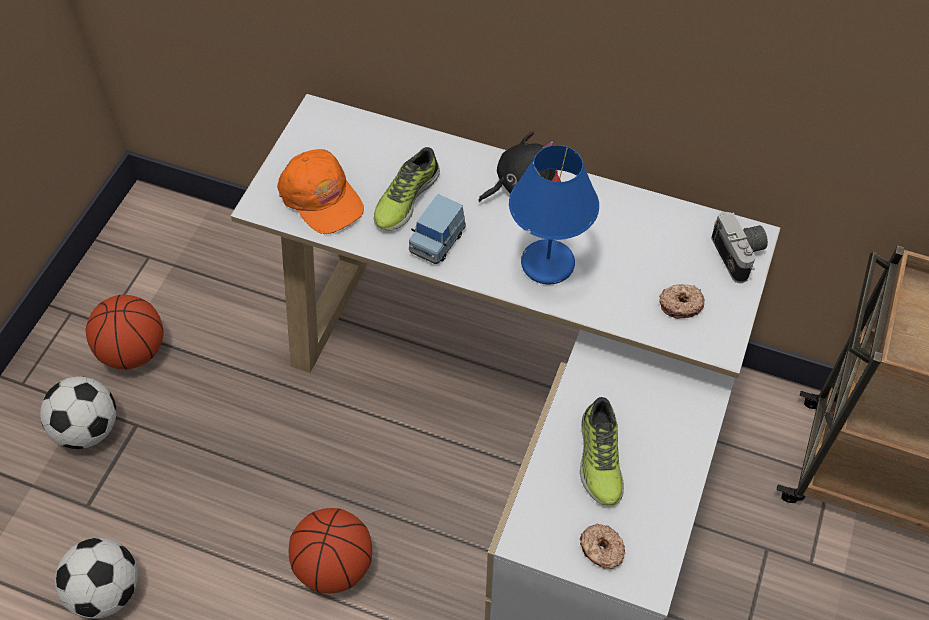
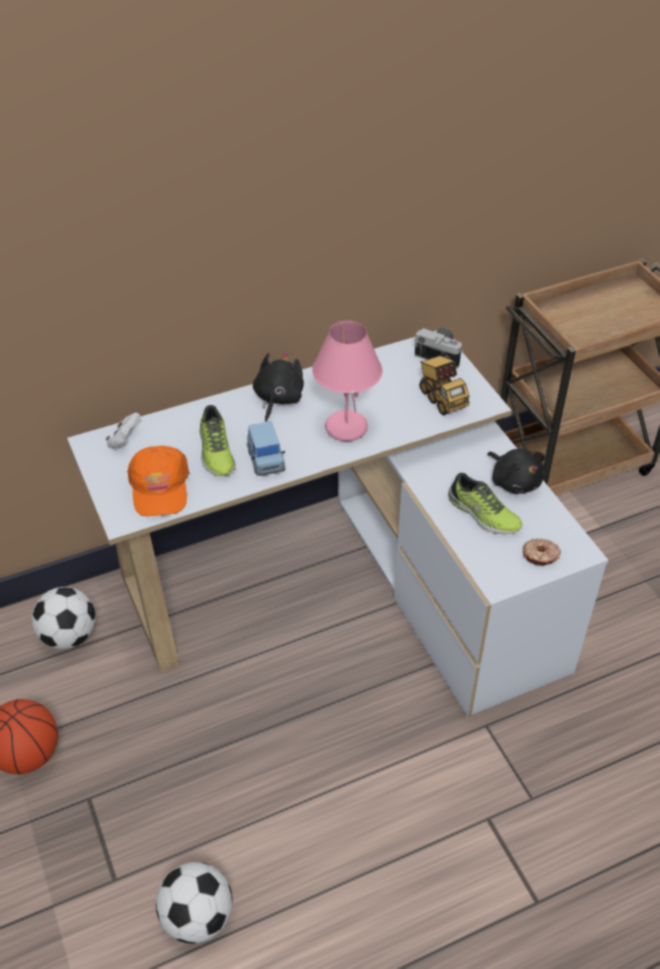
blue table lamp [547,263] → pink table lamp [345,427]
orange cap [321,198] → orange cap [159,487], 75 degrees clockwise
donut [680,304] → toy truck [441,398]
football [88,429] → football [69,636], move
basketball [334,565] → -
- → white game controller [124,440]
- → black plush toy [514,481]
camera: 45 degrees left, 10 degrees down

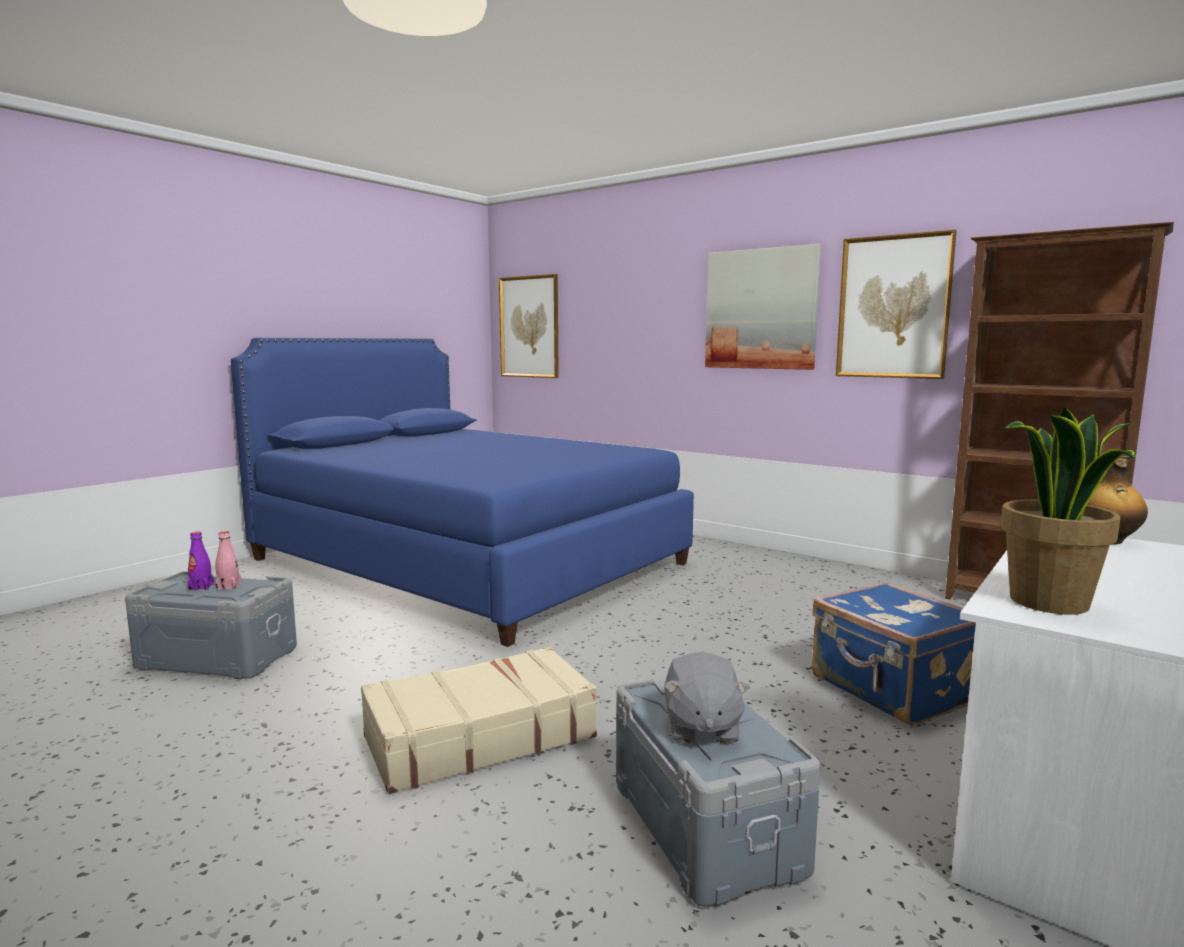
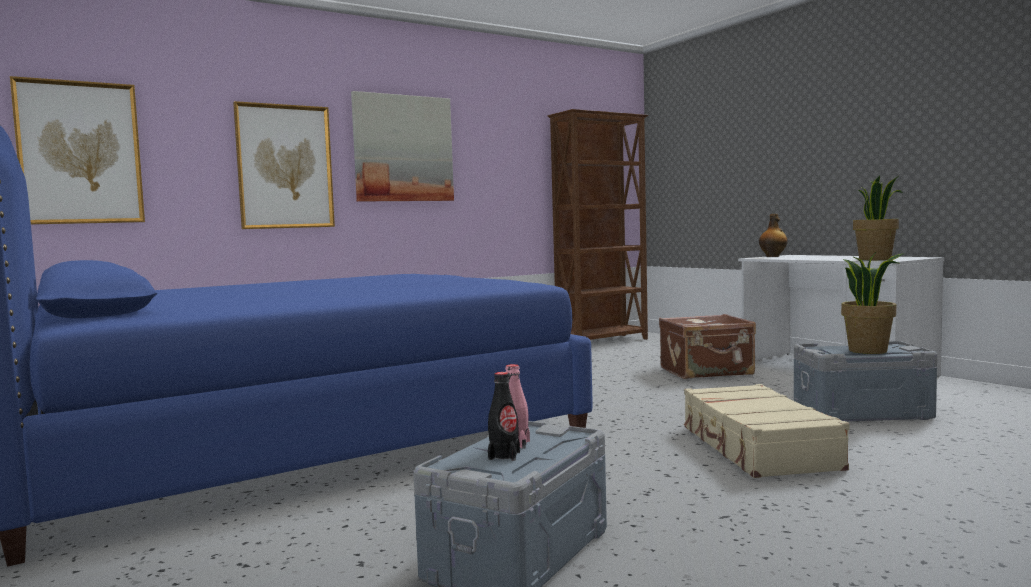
picture [893,307] → picture [285,167], move
purple bottle [201,587] → black bottle [504,456]
blue suitcase [893,690] → brown suitcase [707,372]
grey plush toy [701,728] → potted plant [868,351]
camera: 70 degrees left, 5 degrees down

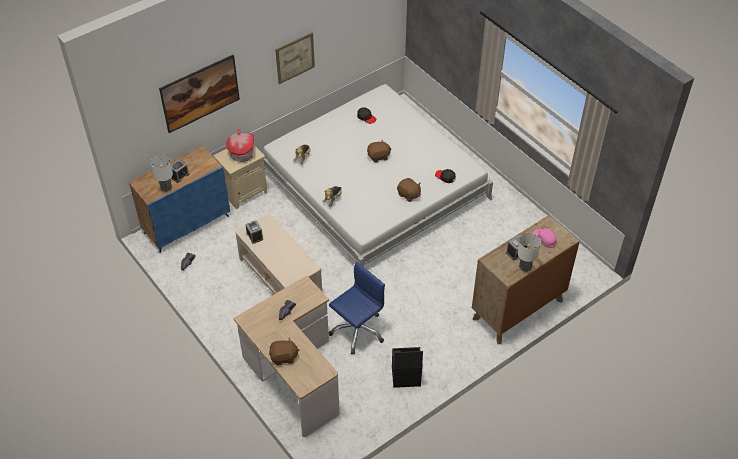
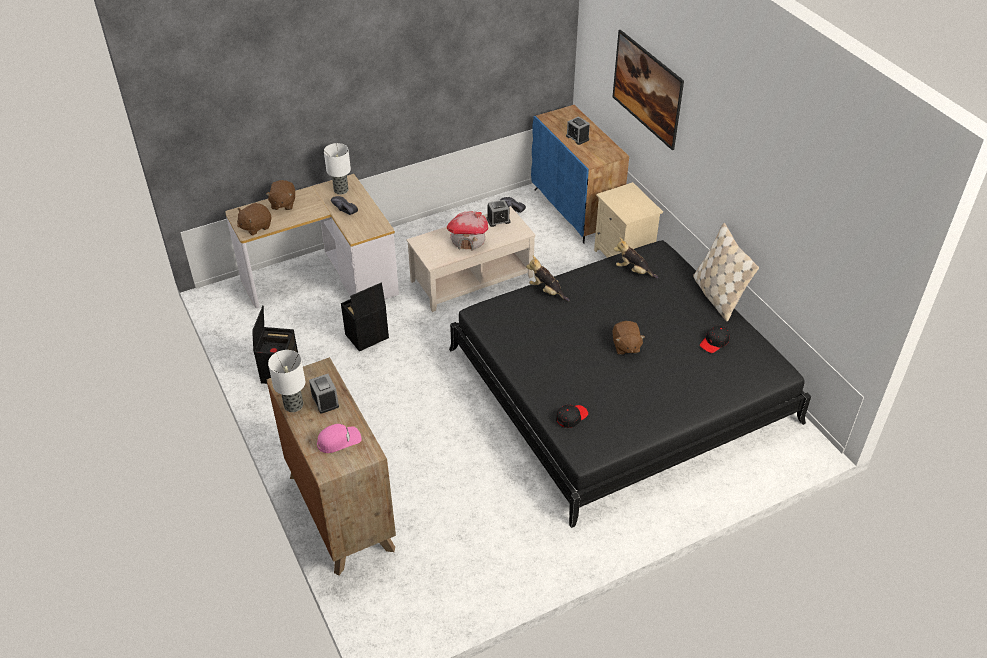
picture [295,57] → -
white bed [373,186] → black bed [620,385]
toy house [242,154] → toy house [468,241], move
table lamp [166,188] → table lamp [340,190], move
brown plush toy [408,195] → brown plush toy [255,227], move
blue office chair [357,330] → black storage box [366,337]
- → beige pillow [717,296]
camera: 100 degrees right, 5 degrees down

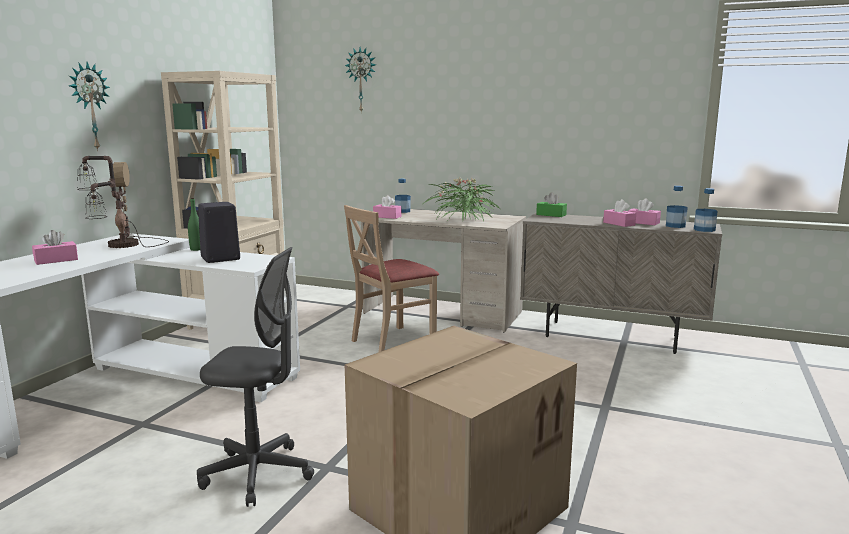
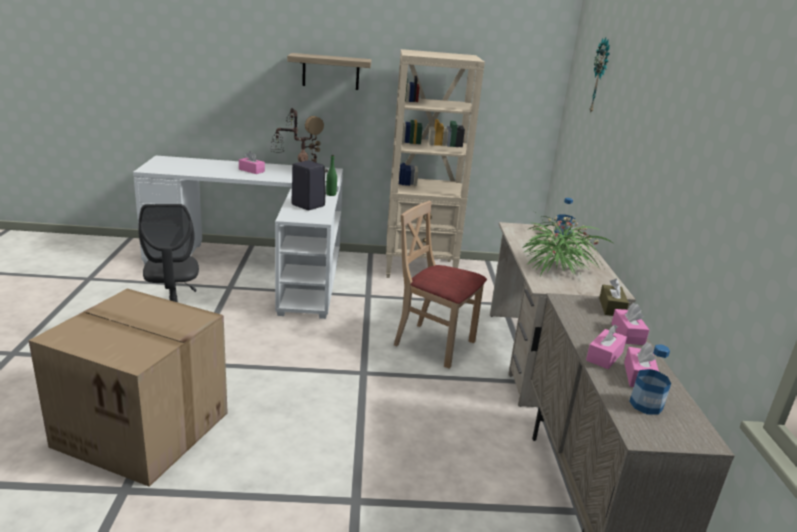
wall clock [89,106] → shelf [331,72]
bottle [704,230] → -
green tissue box [551,215] → brown tissue box [611,307]
pink tissue box [387,217] → pink tissue box [627,334], move
camera: 65 degrees right, 10 degrees up

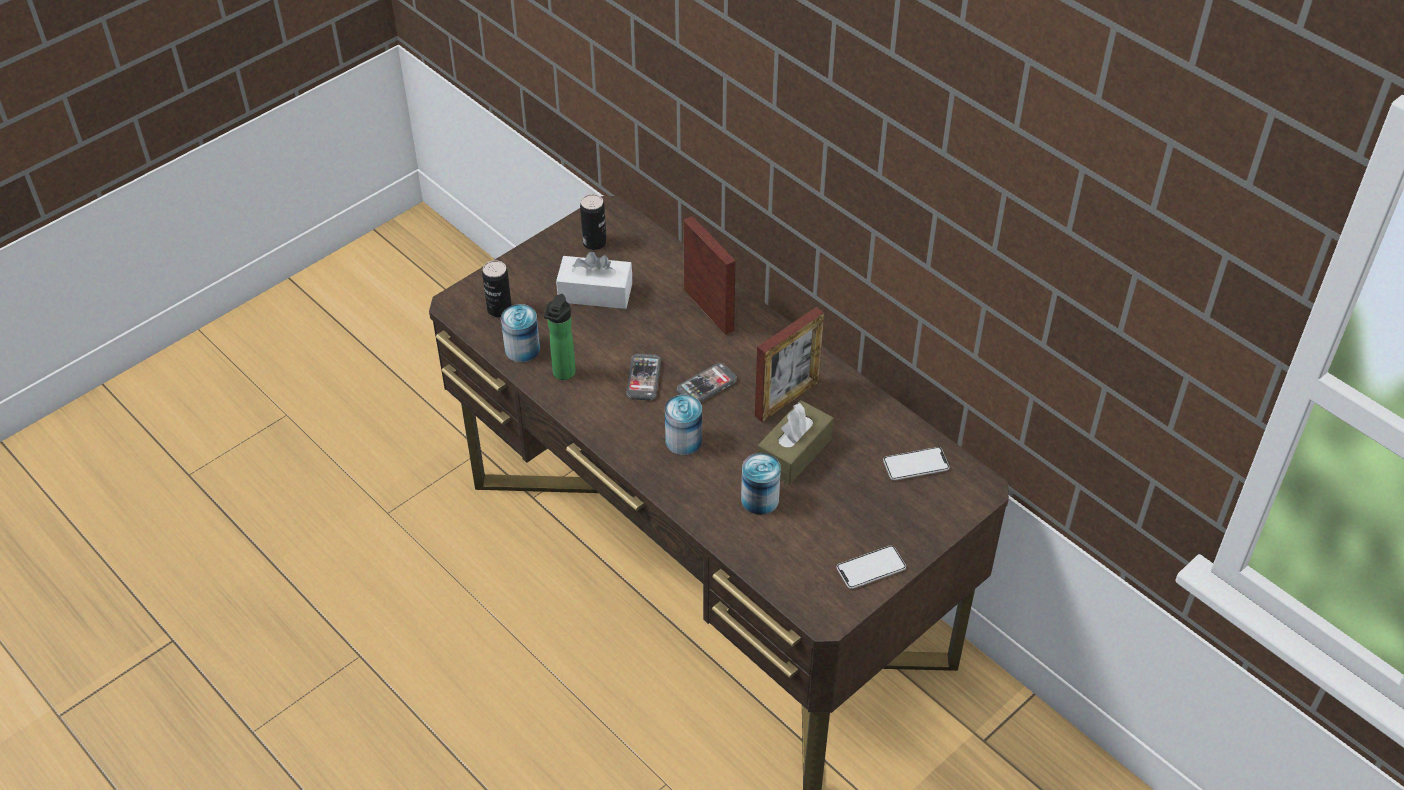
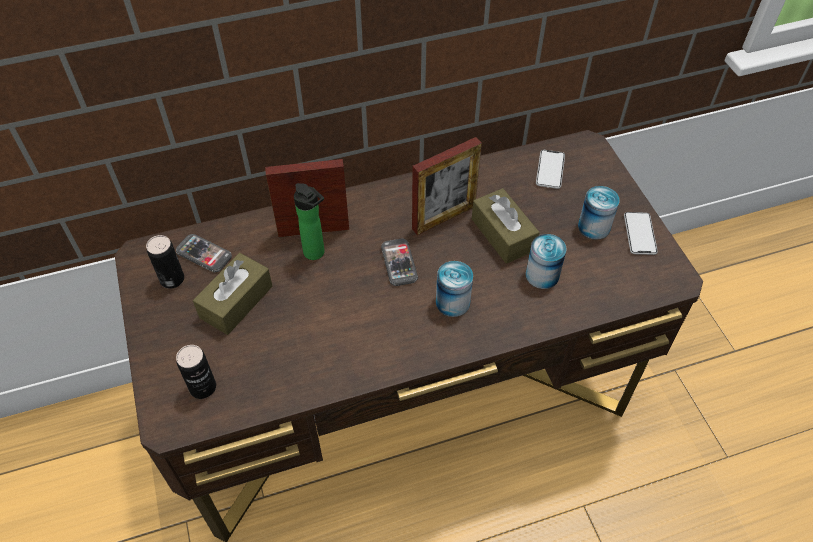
white tissue box [595,293] → brown tissue box [236,302]
bottle [562,374] → bottle [316,254], move
can [522,349] → can [594,227], move
picture frame [787,399] → picture frame [443,217], 75 degrees clockwise
phone [643,378] → phone [204,254], move
camera: 65 degrees left, 5 degrees up

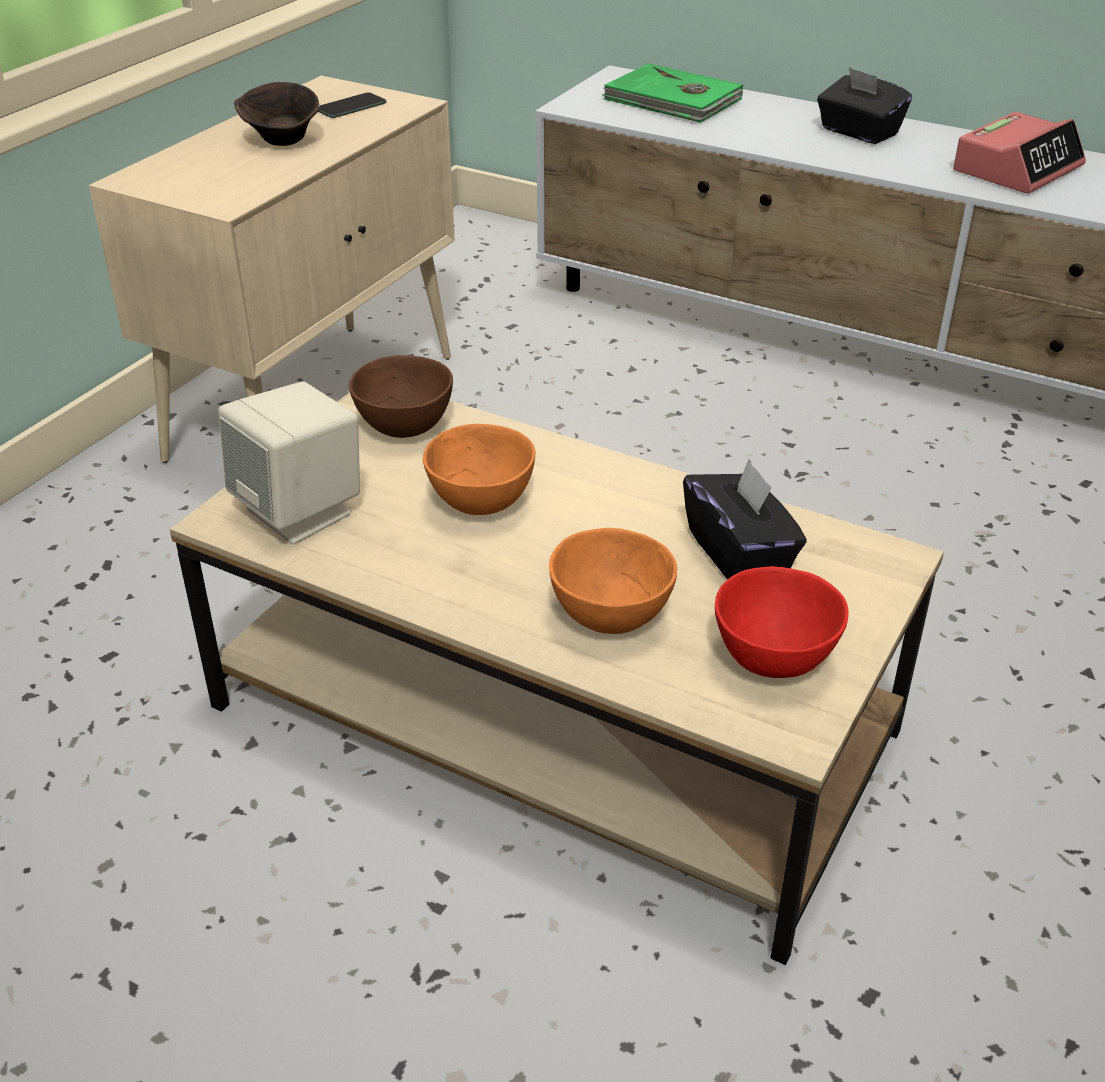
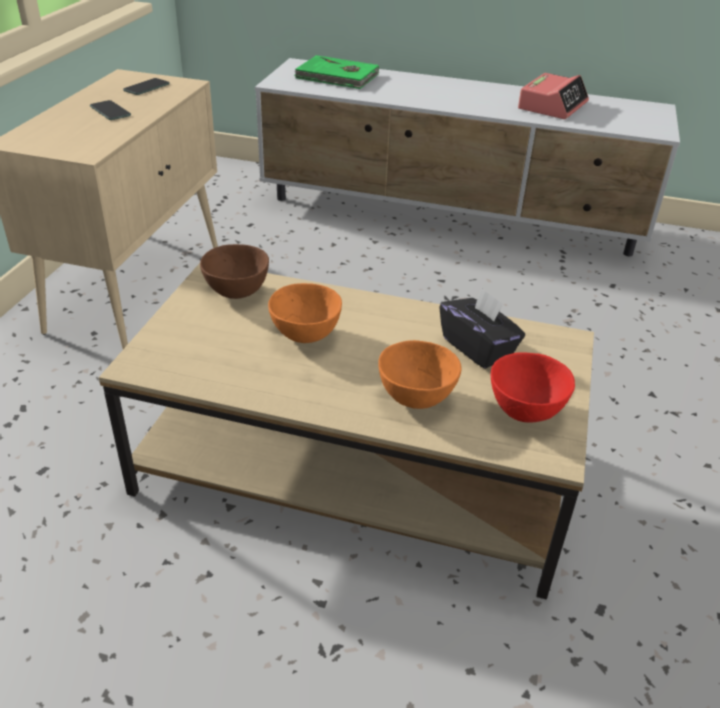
black tissue box [858,132] → -
brown bowl [284,141] → phone [110,111]
beige speaker [300,512] → -
camera: 15 degrees left, 0 degrees up

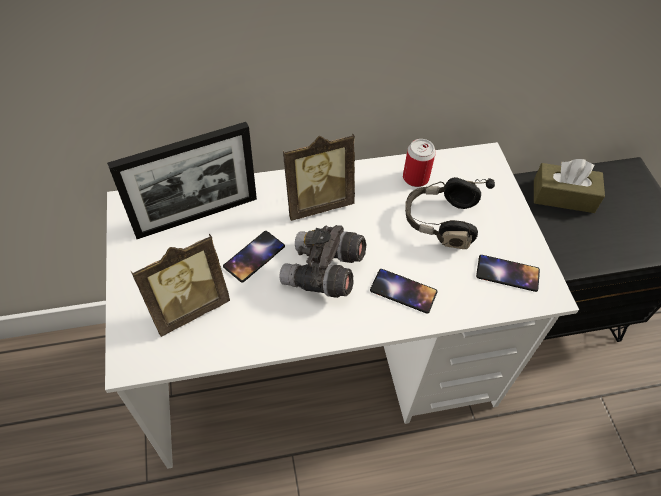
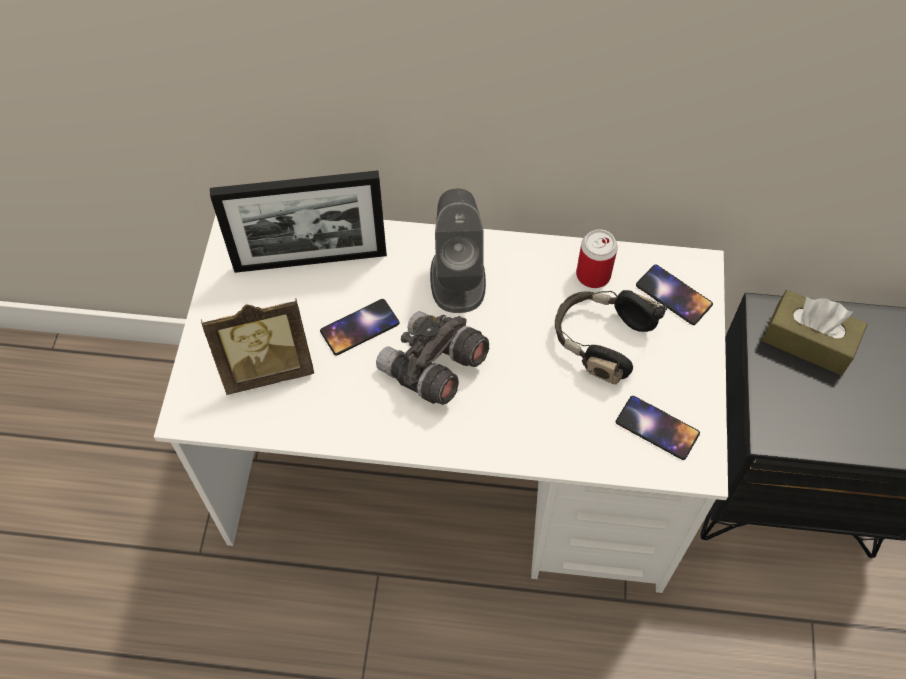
picture frame [317,202] → grey speaker [457,278]
phone [403,291] → phone [673,295], move
camera: 20 degrees right, 5 degrees up

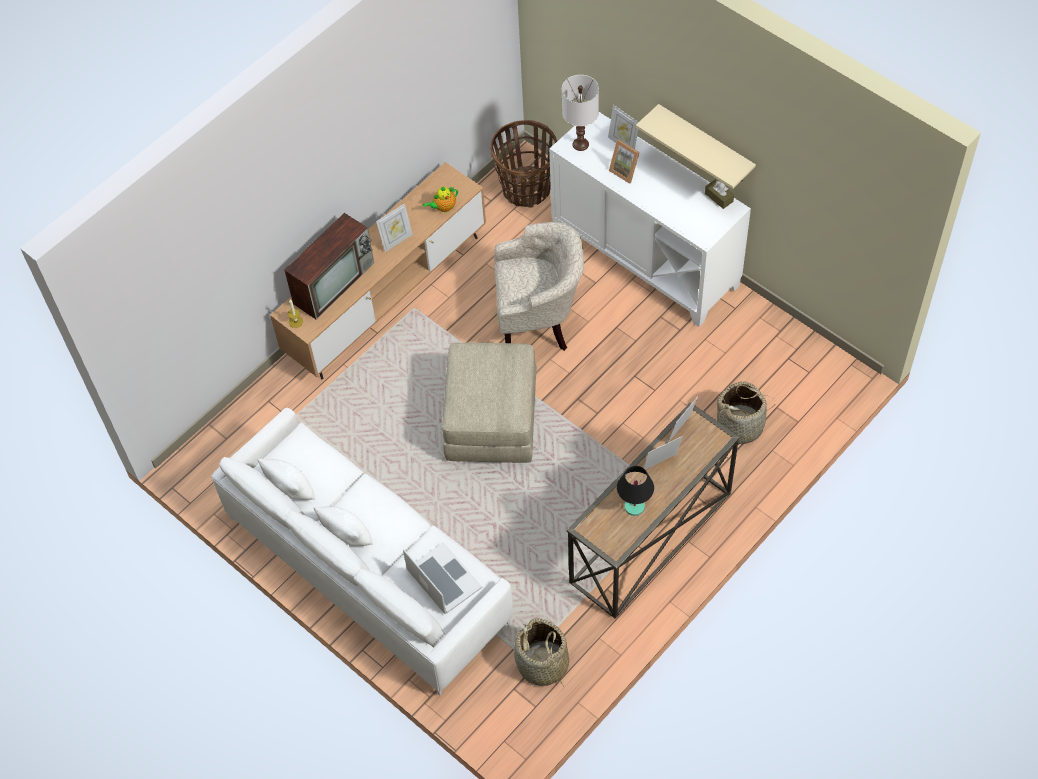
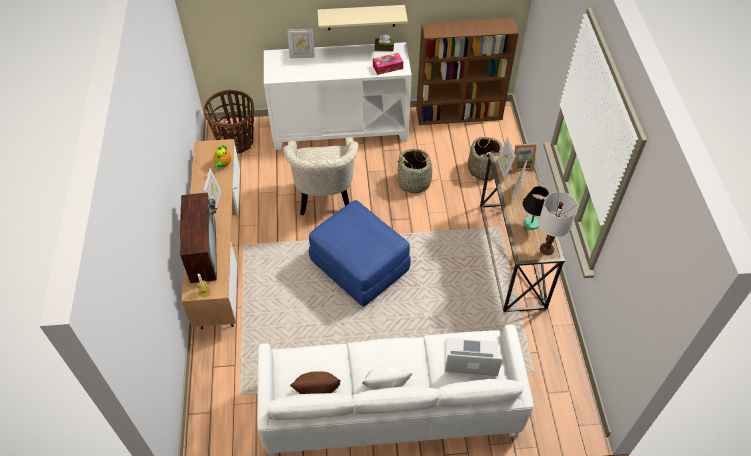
white table lamp [581,144] → white table lamp [547,248], move
picture frame [625,170] → picture frame [521,165], move
beige armchair [539,323] → beige armchair [325,199], 135 degrees clockwise
beige ottoman [491,419] → blue ottoman [359,266]
white pillow [291,489] → brown pillow [317,392]
basket [542,664] → basket [414,182], move
- → brown bookcase [460,114]
- → tissue box [387,67]
camera: 50 degrees left, 5 degrees down

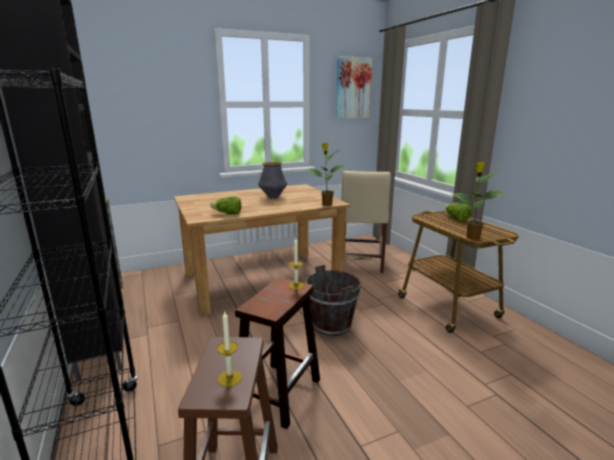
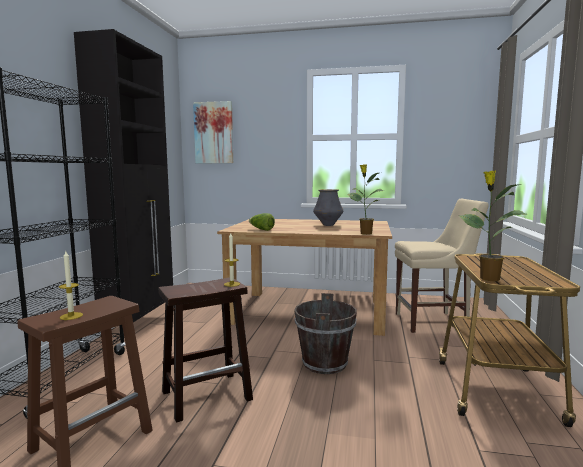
picture [353,88] → picture [214,133], move
beige chair [361,264] → beige chair [434,322], 135 degrees counterclockwise
lettuce [456,218] → -
camera: 35 degrees right, 10 degrees down

